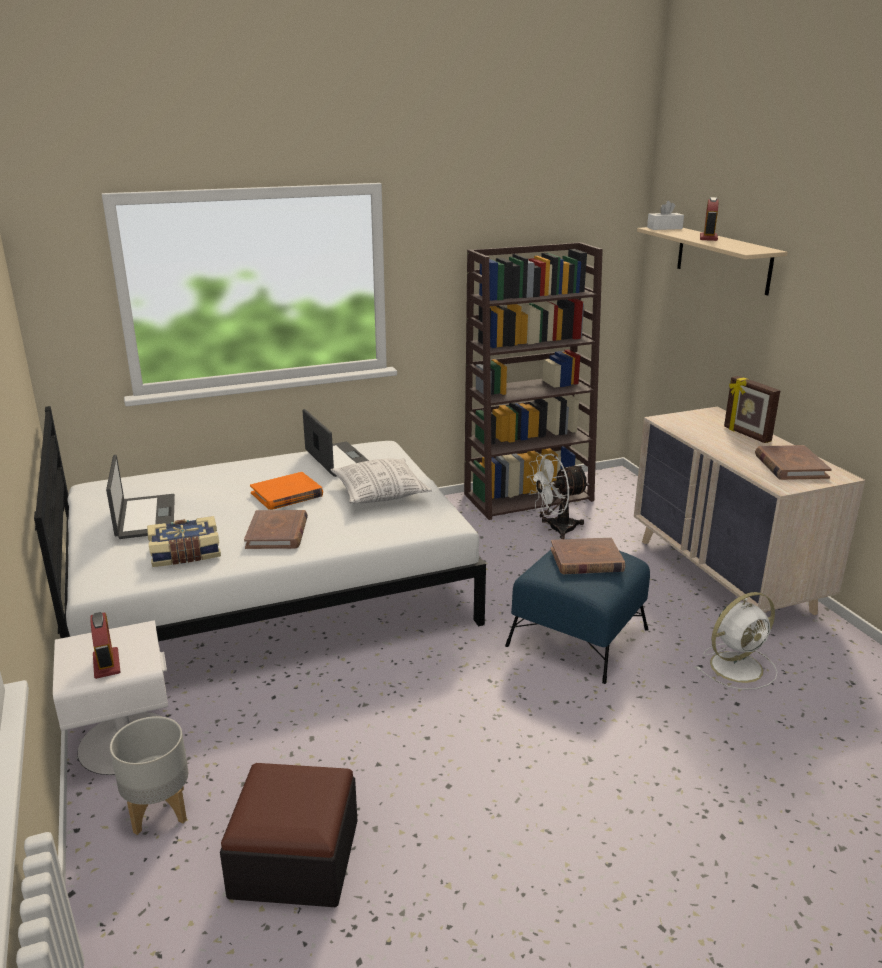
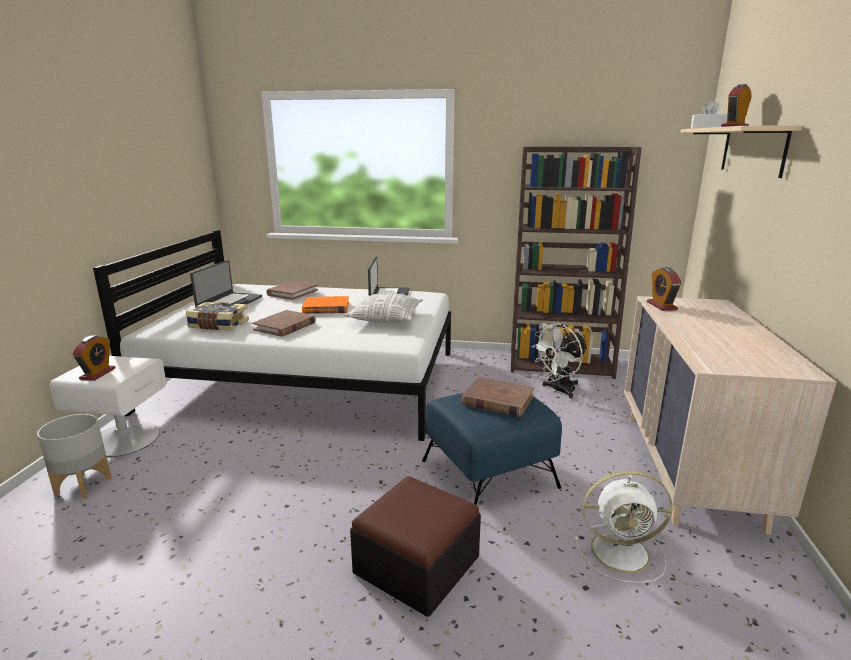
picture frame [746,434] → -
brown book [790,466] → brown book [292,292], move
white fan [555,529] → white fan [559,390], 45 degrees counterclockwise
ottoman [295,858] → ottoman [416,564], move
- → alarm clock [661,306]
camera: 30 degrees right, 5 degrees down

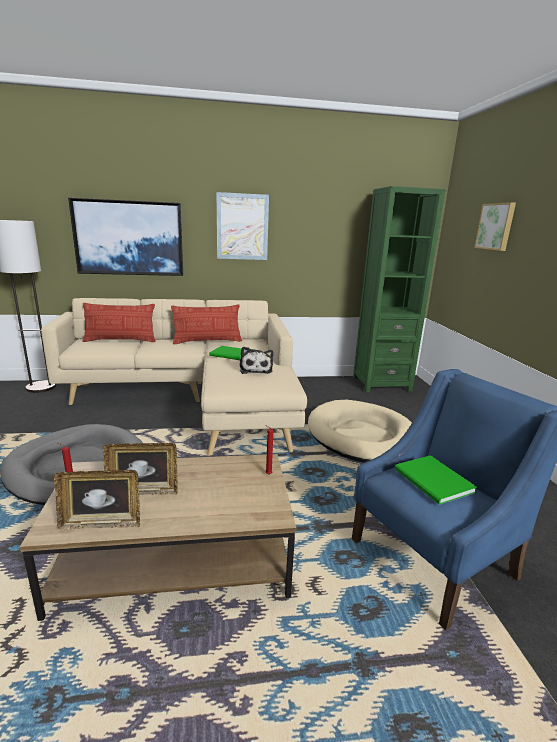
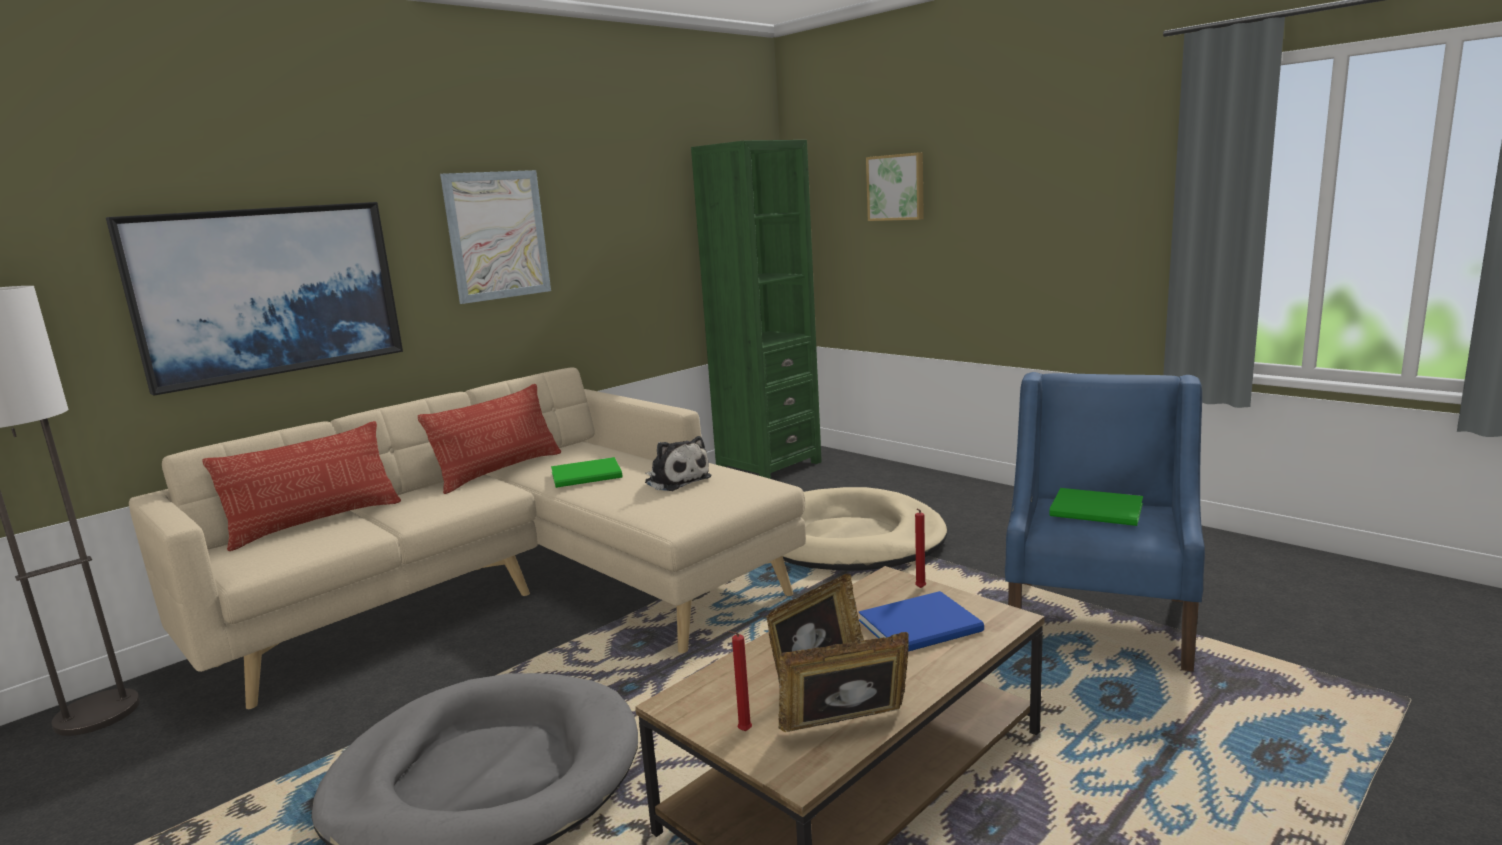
picture frame [102,523] → picture frame [846,728], 150 degrees counterclockwise
- → blue book [924,626]
camera: 35 degrees left, 5 degrees down

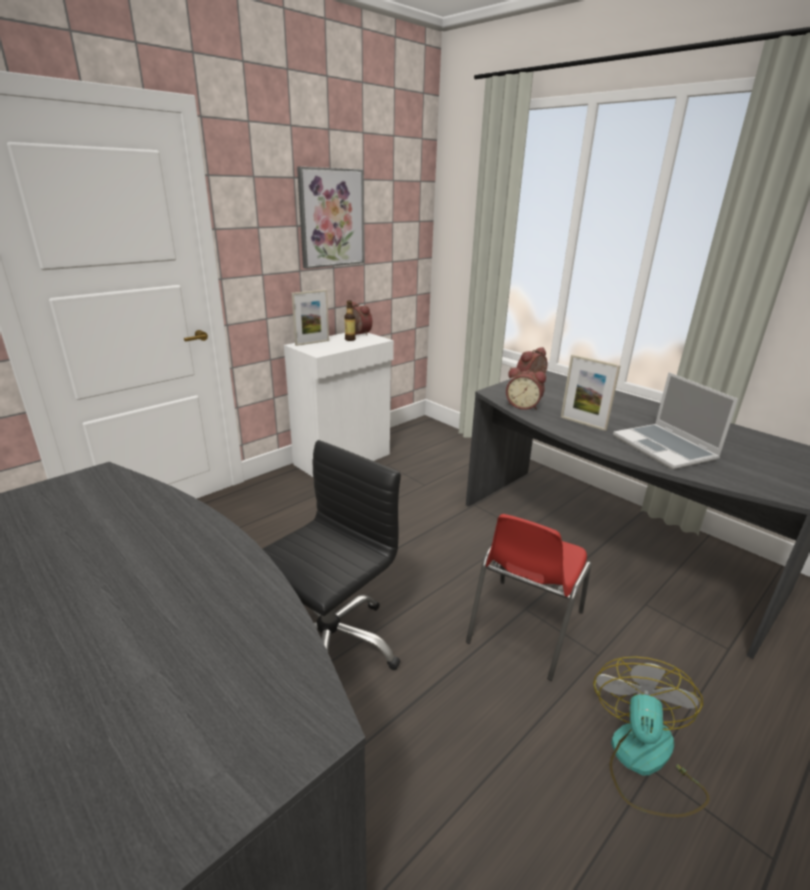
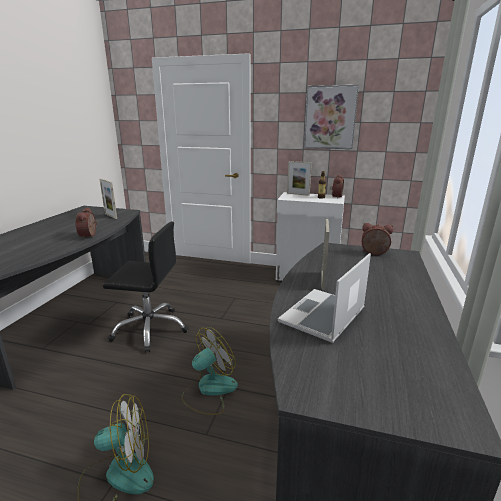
alarm clock [523,405] → alarm clock [89,235], move
red chair [523,627] → fan [209,390]
- → picture frame [110,216]
camera: 60 degrees right, 5 degrees down

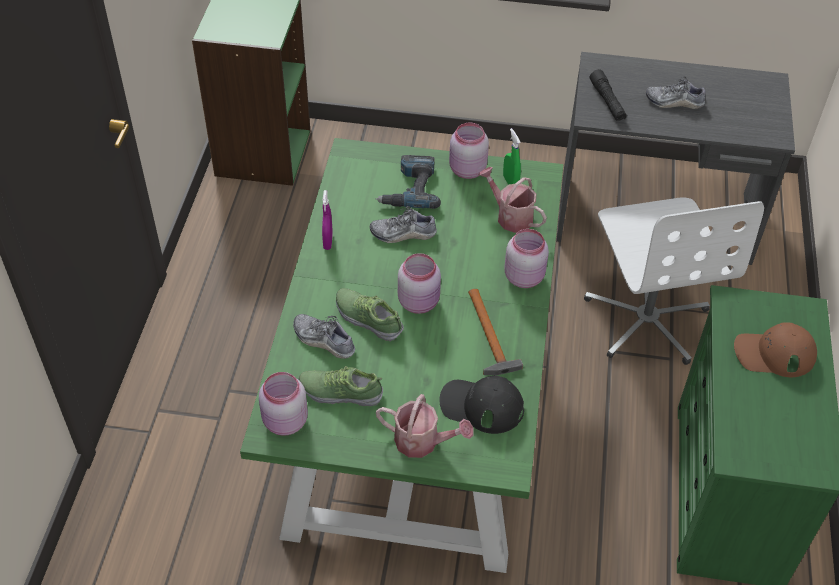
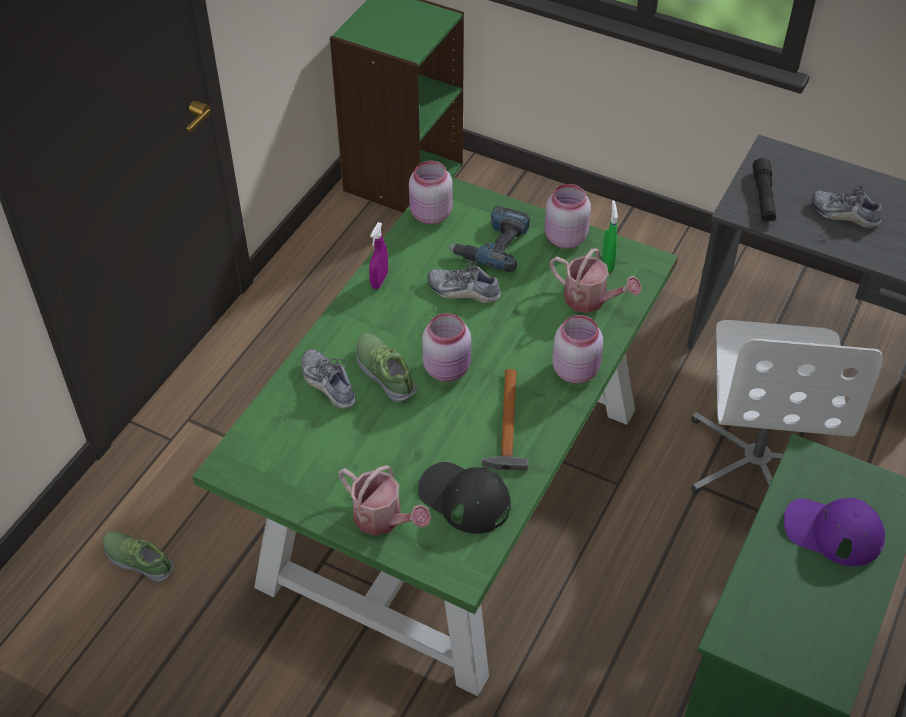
watering can [510,216] → watering can [591,300], 150 degrees clockwise
brown cap [773,354] → purple cap [832,532]
shoe [341,392] → shoe [139,559], move
pink jar [284,422] → pink jar [429,215], move
camera: 20 degrees right, 0 degrees up

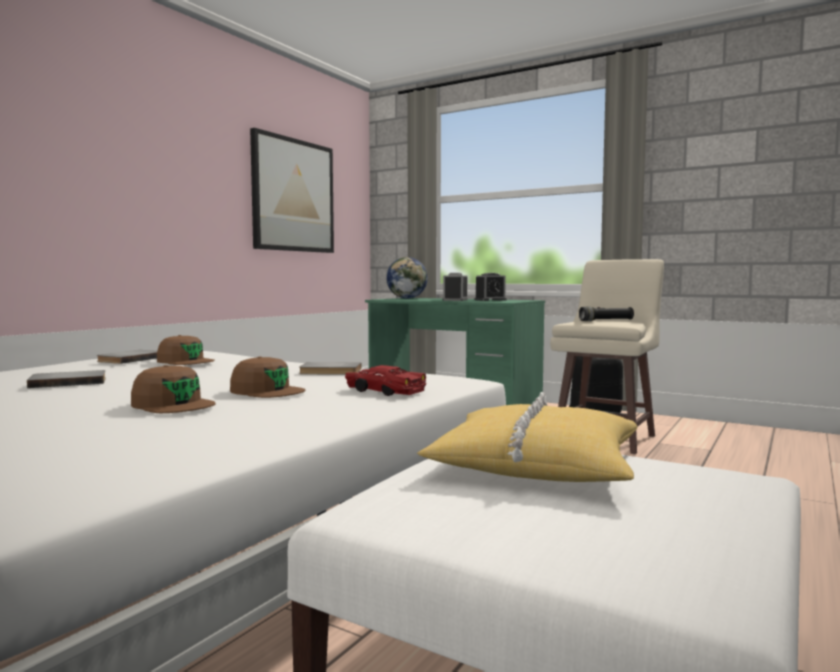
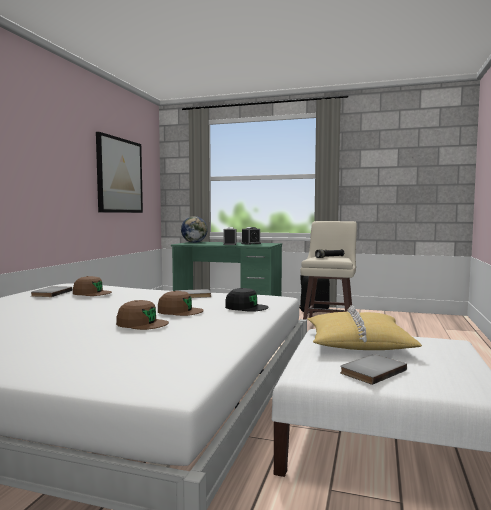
red toy car [384,391] → black cap [246,307]
grey book [68,382] → grey book [371,371], move
camera: 15 degrees left, 0 degrees up

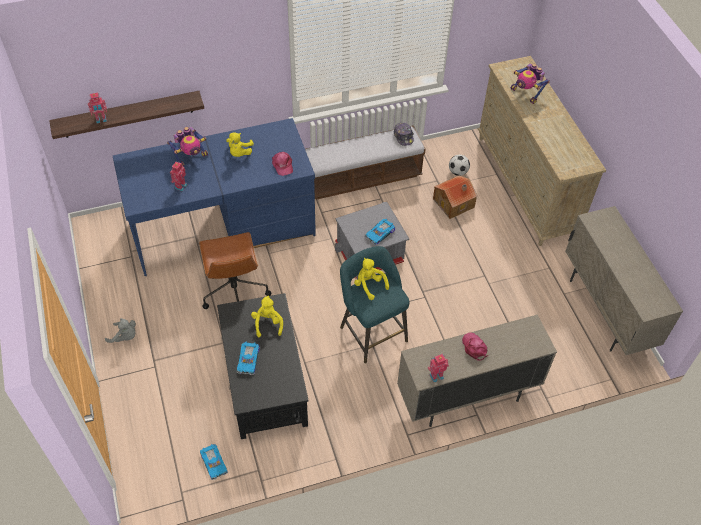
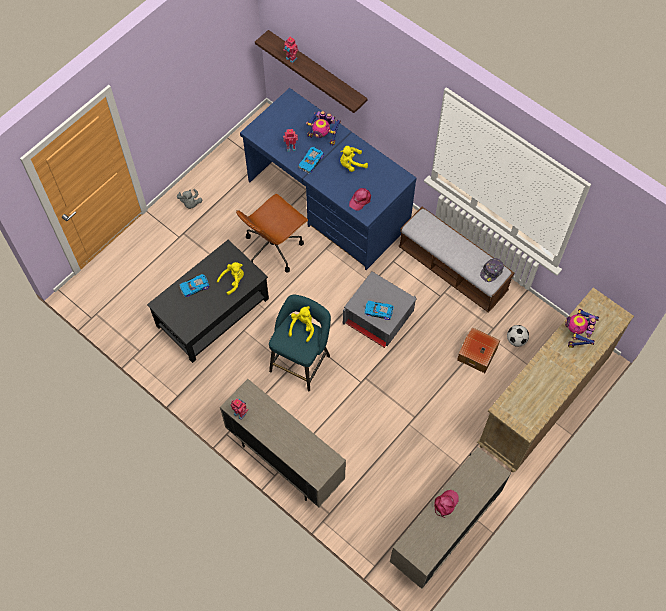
pink cap [474,347] → pink cap [445,504], move
toy car [214,462] → toy car [311,162], move
camera: 60 degrees right, 10 degrees up

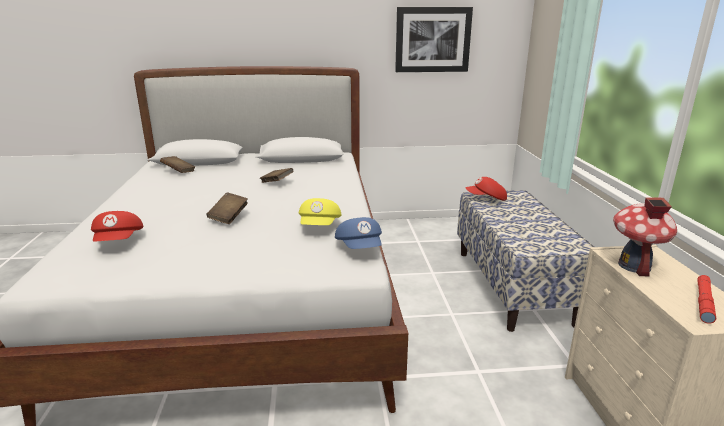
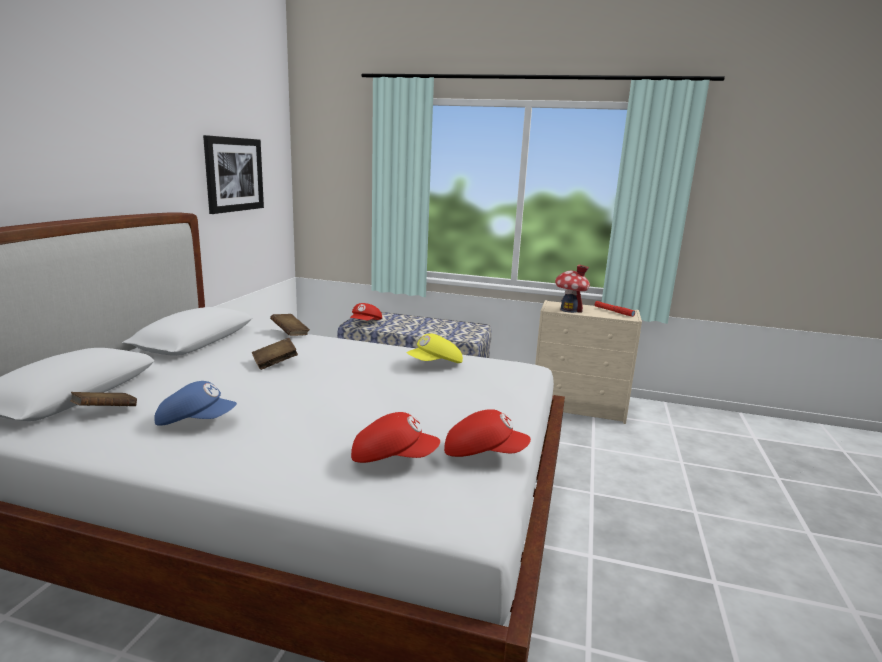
brown book [229,217] → brown book [290,333], move
yellow cap [320,226] → yellow cap [435,364], 120 degrees clockwise
blue cap [360,248] → blue cap [196,422], move
- → red cap [484,453]
camera: 70 degrees left, 5 degrees down

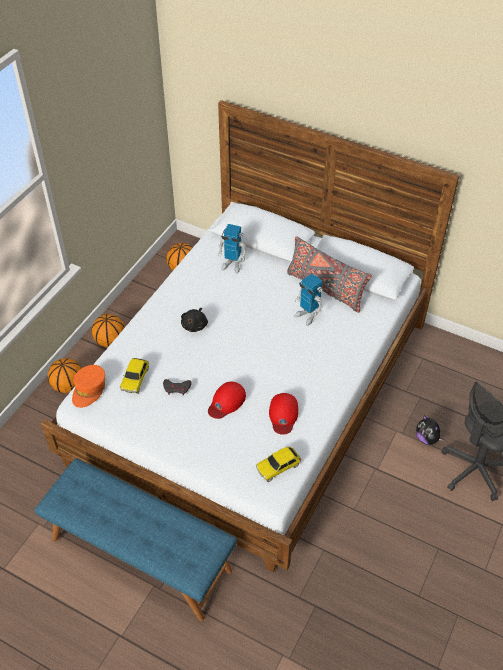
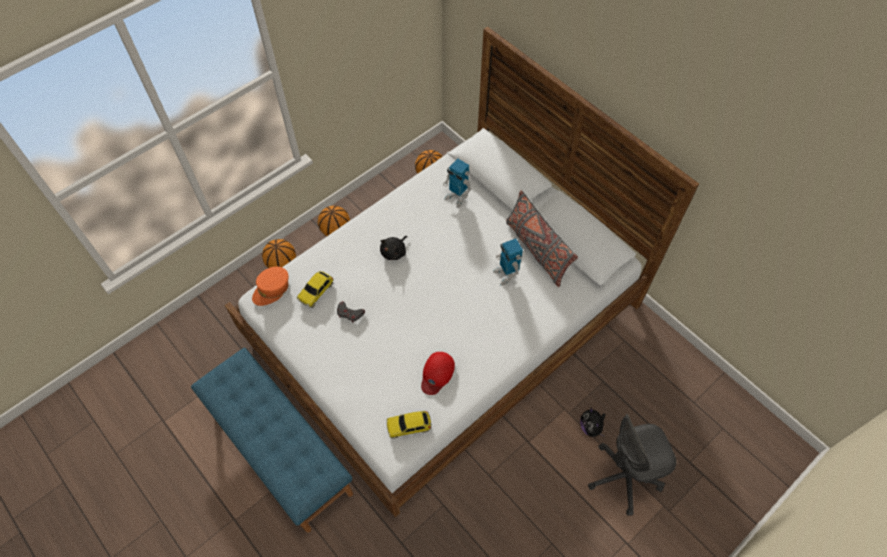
red cap [226,402] → -
camera: 20 degrees right, 10 degrees up

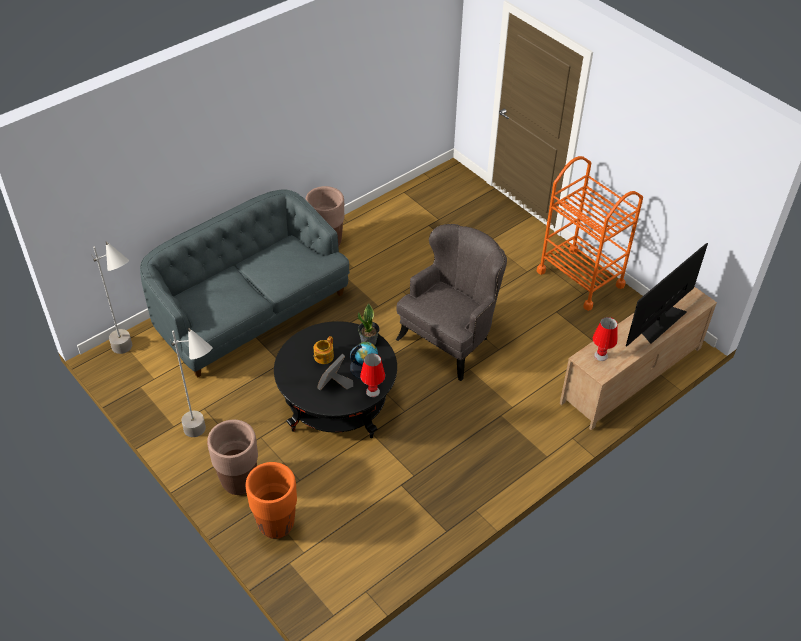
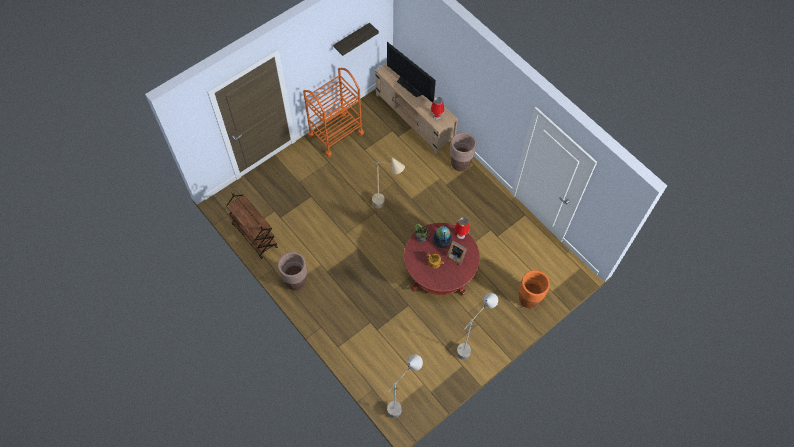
grey sofa [250,311] → -
grey armchair [450,339] → beige floor lamp [387,208]
black coffee table [337,402] → red coffee table [439,270]
brown planter [239,482] → brown planter [460,164], move
- → shelf [351,39]
- → brown cart [254,235]
camera: 90 degrees left, 15 degrees up

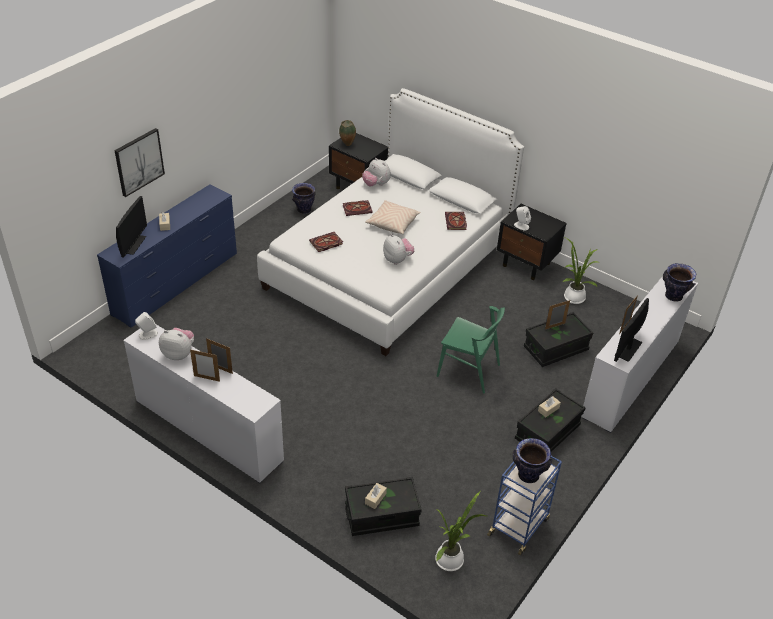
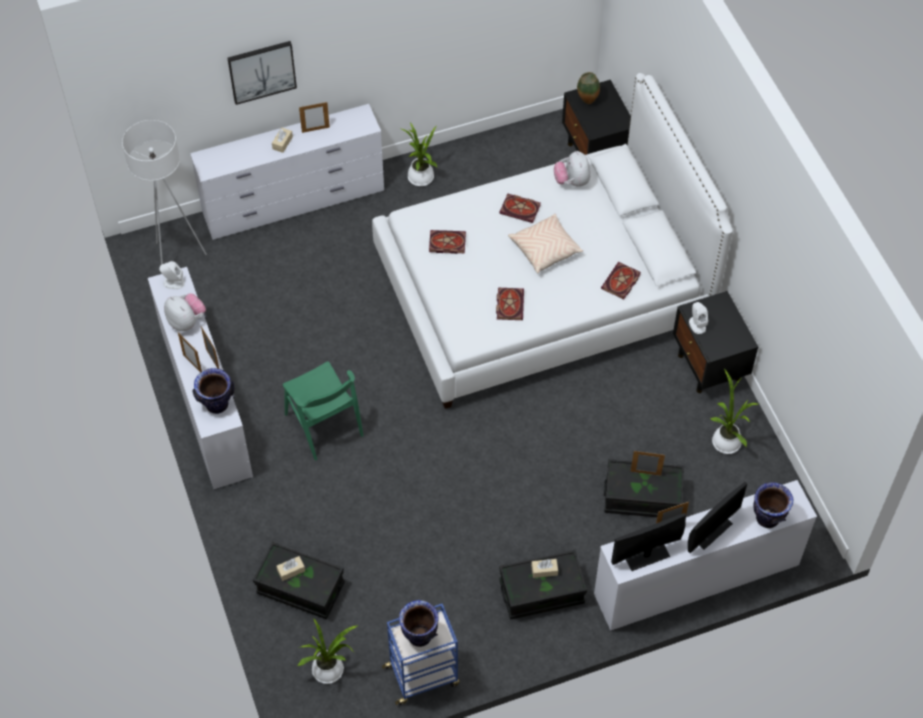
vase [304,210] → vase [217,404], move
blue dresser [176,283] → white dresser [294,202]
monitor [133,244] → monitor [711,530], move
plush toy [397,260] → book [509,304]
green chair [468,370] → green chair [324,425], move
- → picture frame [315,129]
- → white floor lamp [176,260]
- → potted plant [421,179]
camera: 35 degrees right, 15 degrees up

